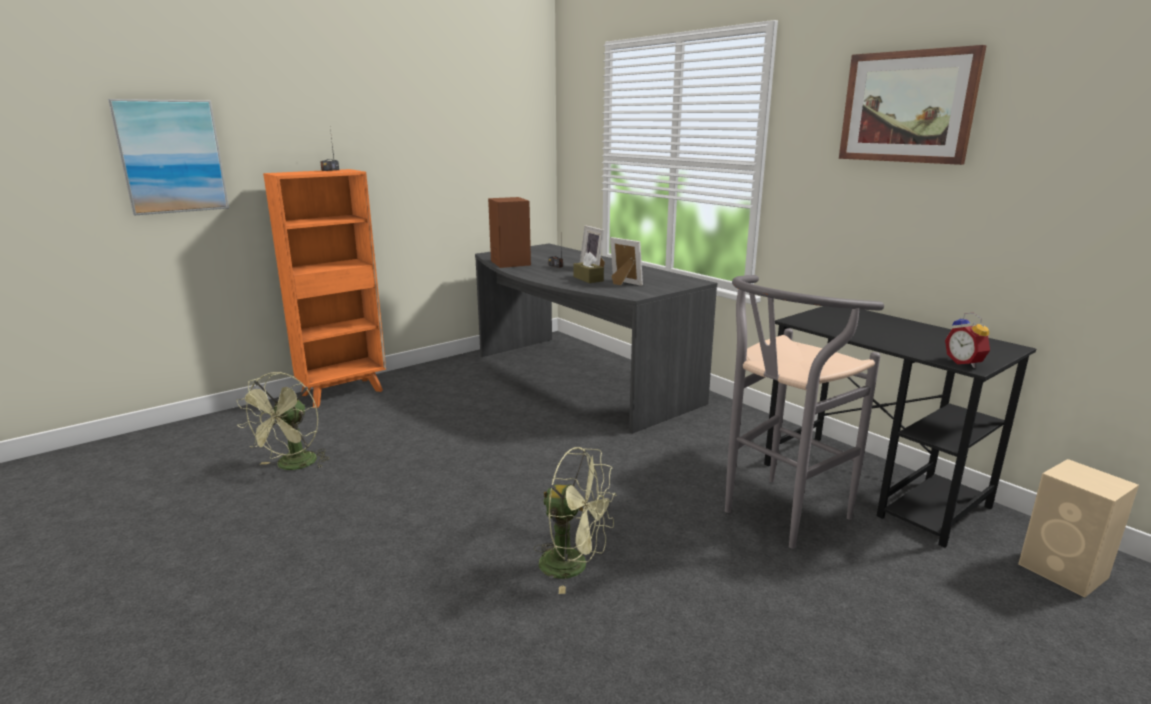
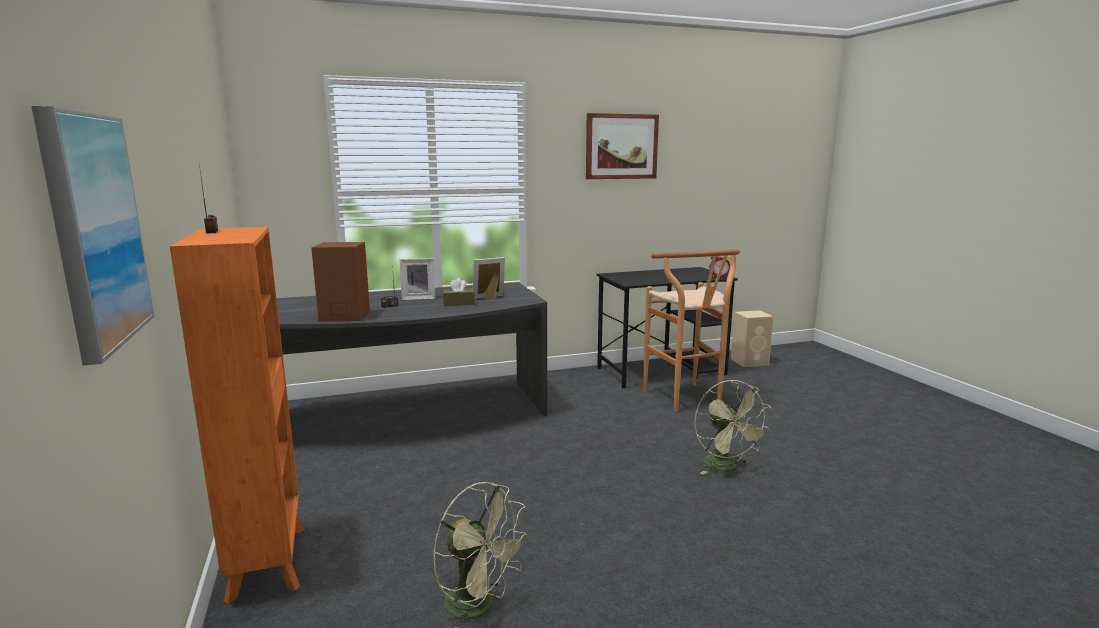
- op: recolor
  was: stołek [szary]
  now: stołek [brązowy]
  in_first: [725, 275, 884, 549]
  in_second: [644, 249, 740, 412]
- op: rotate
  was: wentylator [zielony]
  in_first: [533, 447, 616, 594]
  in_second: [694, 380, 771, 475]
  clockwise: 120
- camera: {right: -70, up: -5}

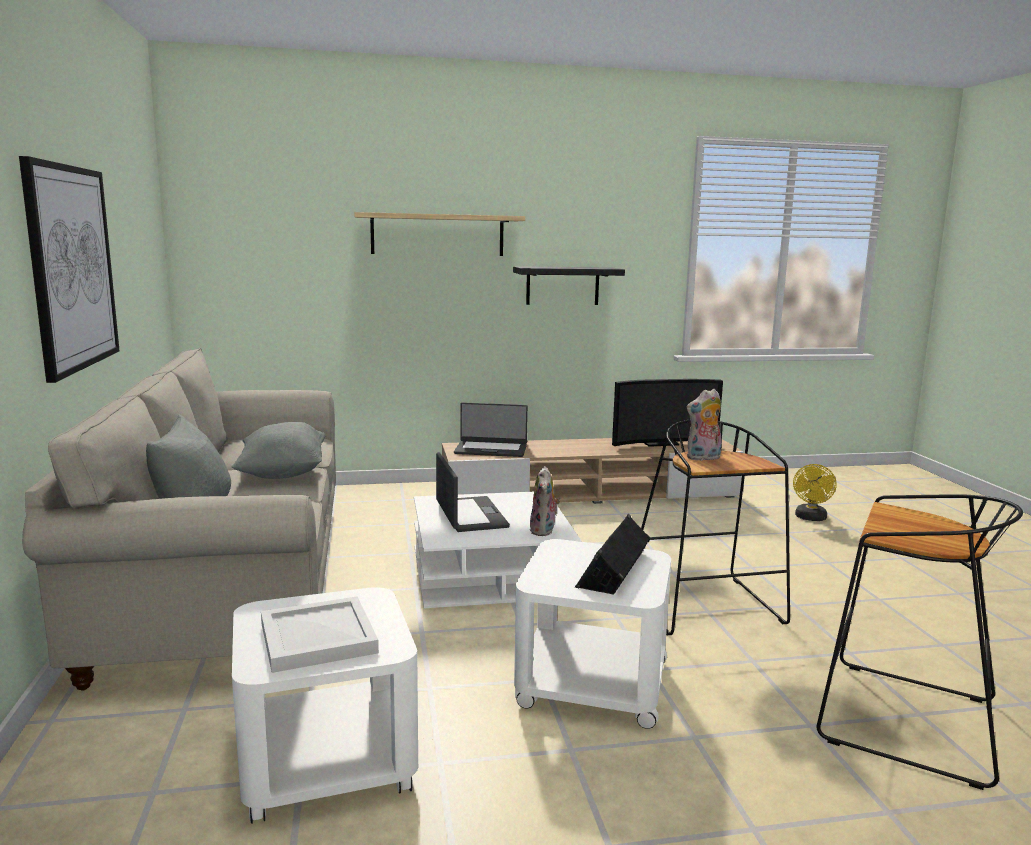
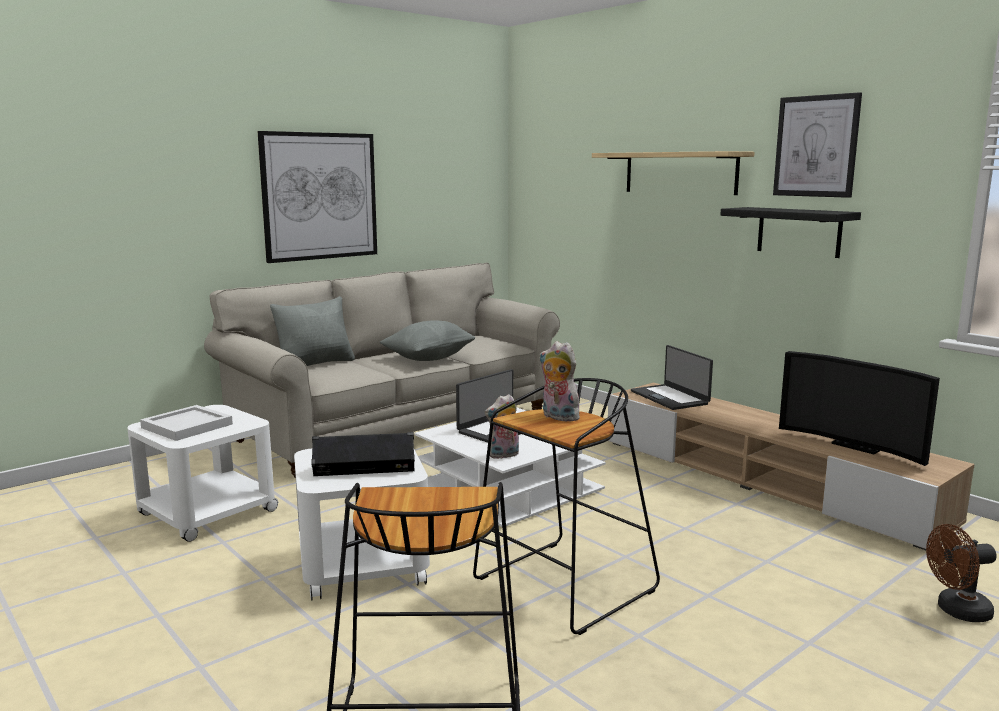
- op: recolor
  was: wentylator [żółty]
  now: wentylator [brązowy]
  in_first: [793, 464, 837, 521]
  in_second: [926, 524, 997, 622]
- op: insert
  now: obraz
  in_second: [773, 92, 862, 198]
- camera: {right: 60, up: 0}

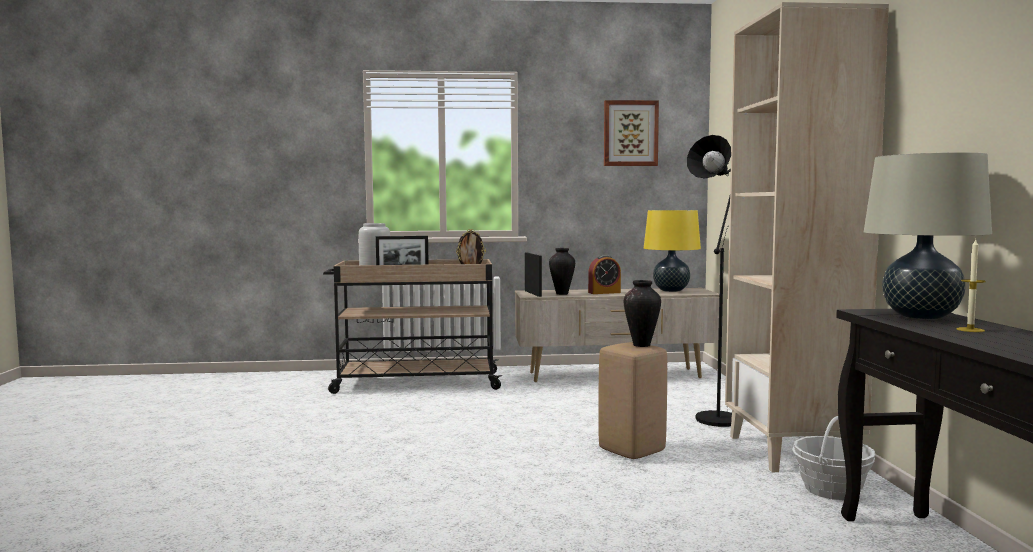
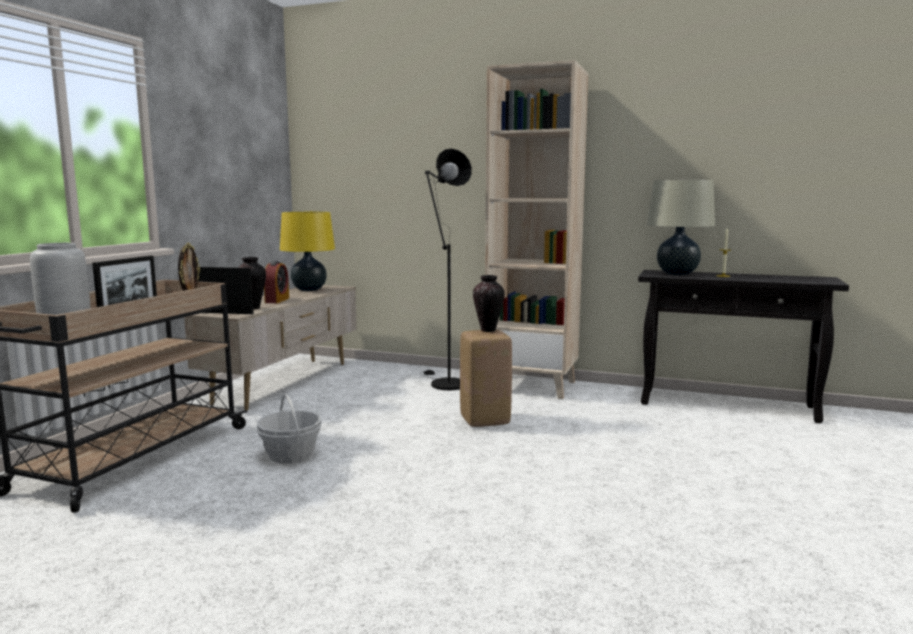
- op: delete
  was: obraz
  in_first: [604, 100, 659, 166]
- op: move
  was: koszyk
  in_first: [792, 416, 875, 500]
  in_second: [256, 394, 322, 464]
- camera: {right: -65, up: 5}

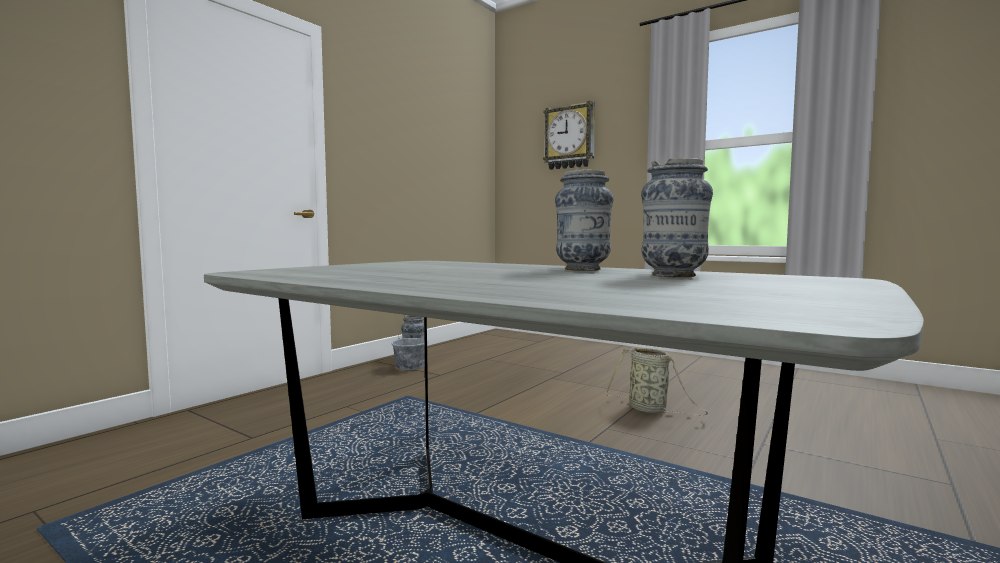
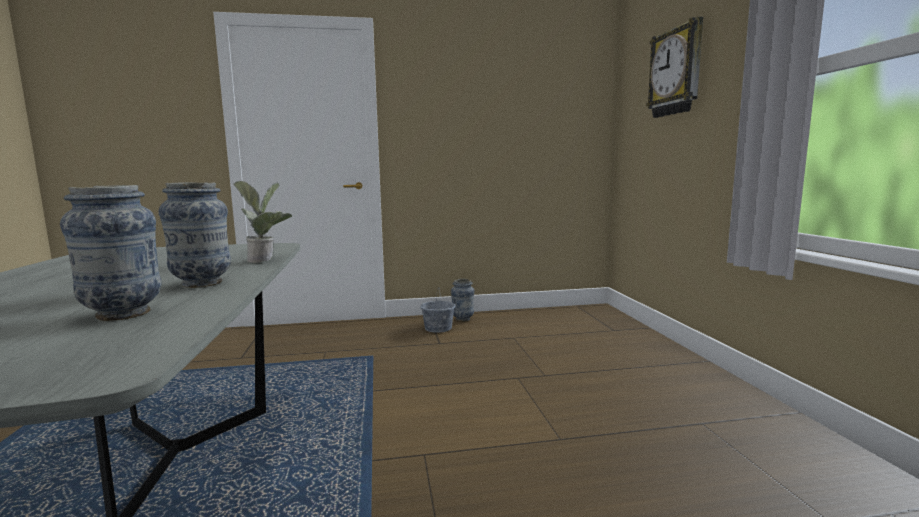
- op: delete
  was: koszyk
  in_first: [605, 347, 708, 416]
- op: insert
  now: roślina doniczkowa
  in_second: [233, 181, 292, 263]
- camera: {right: 45, up: 5}

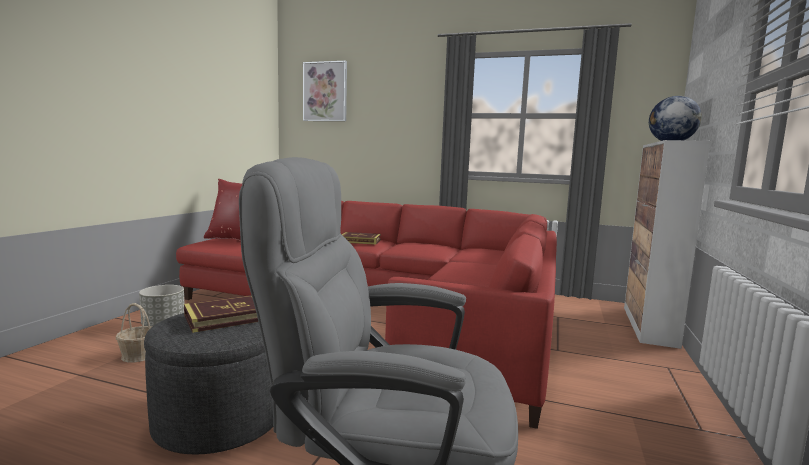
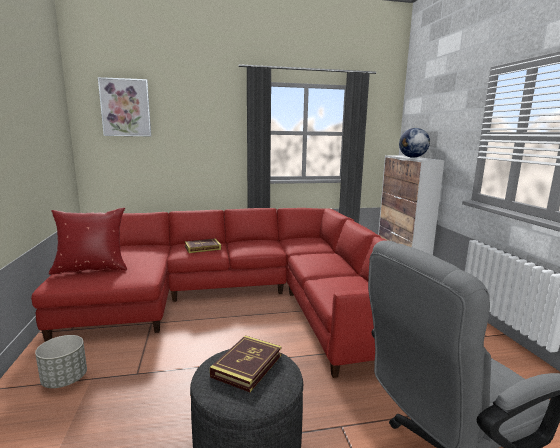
- op: delete
  was: koszyk
  in_first: [116, 303, 152, 362]
- camera: {right: -30, up: 5}

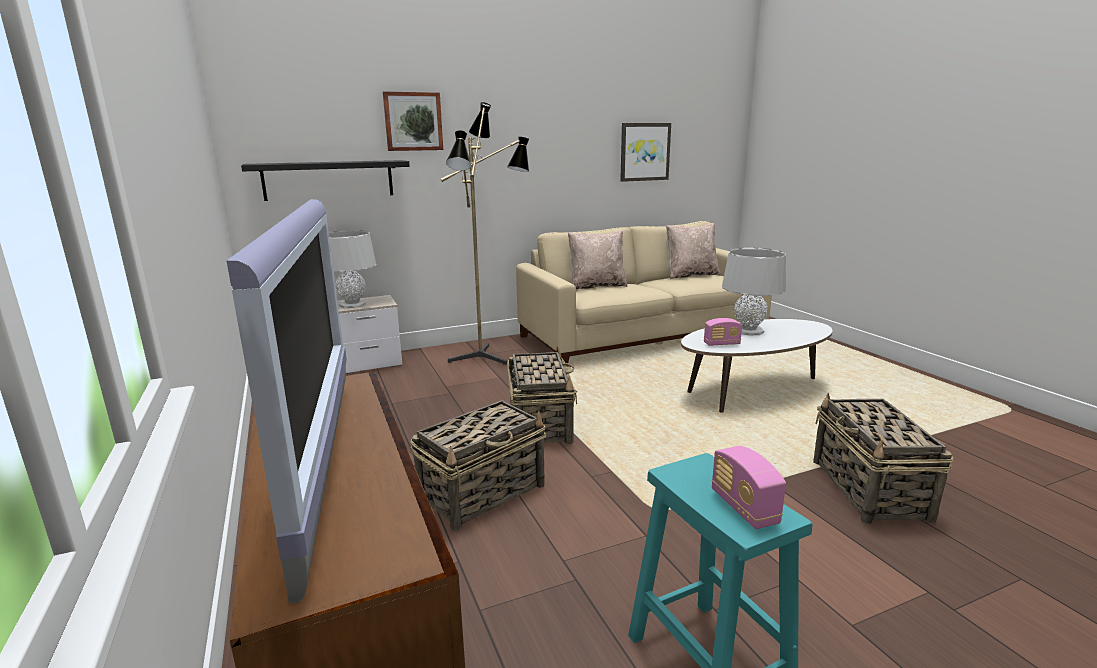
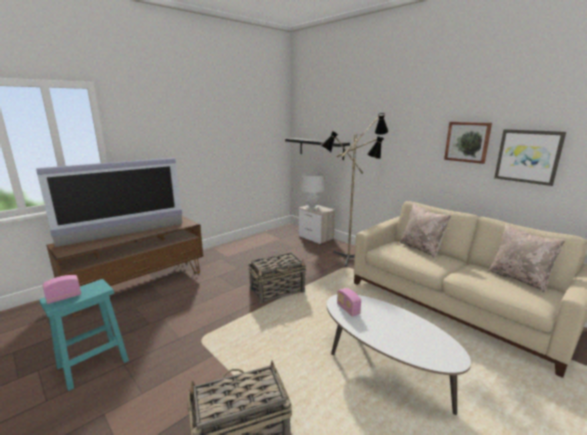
- op: move
  was: obraz
  in_first: [383, 91, 443, 151]
  in_second: [444, 122, 492, 164]
- op: delete
  was: lampa stołowa [szary]
  in_first: [722, 247, 786, 335]
- op: delete
  was: koszyk
  in_first: [410, 400, 546, 531]
- camera: {right: 70, up: 0}

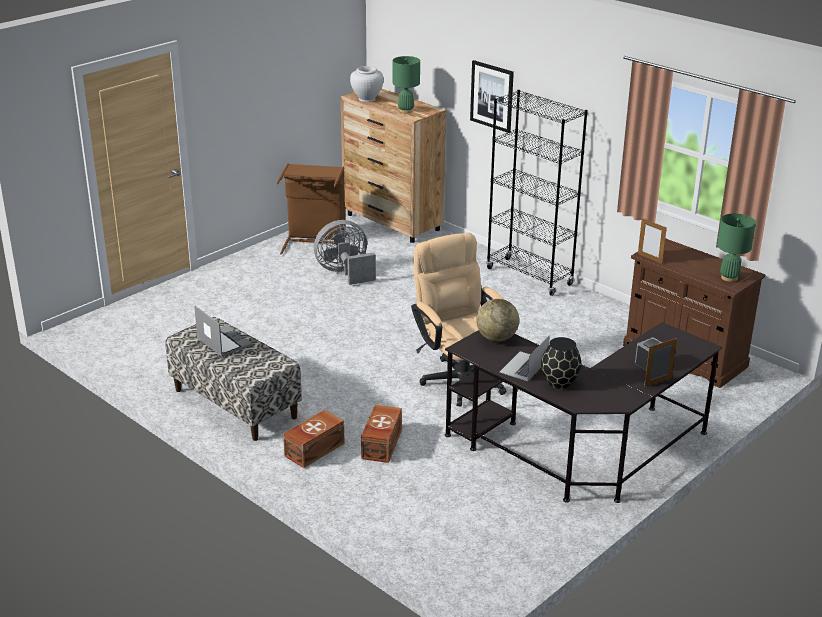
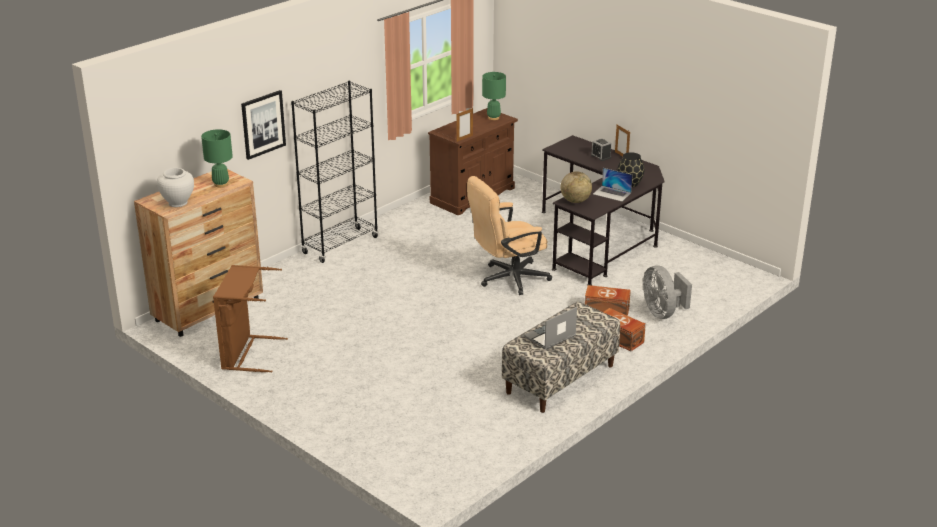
- op: move
  was: wentylator [szary]
  in_first: [314, 220, 376, 285]
  in_second: [643, 265, 692, 319]
- camera: {right: -90, up: 0}

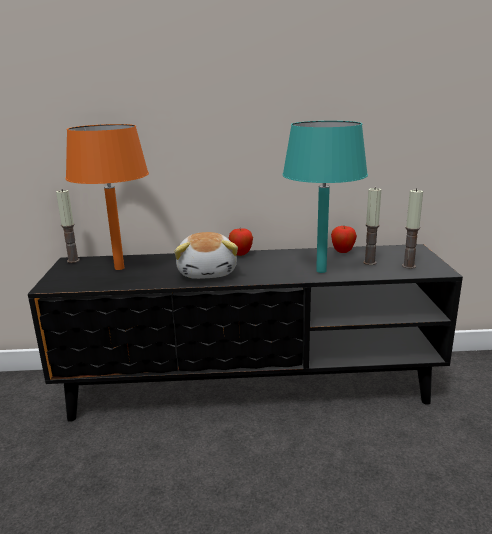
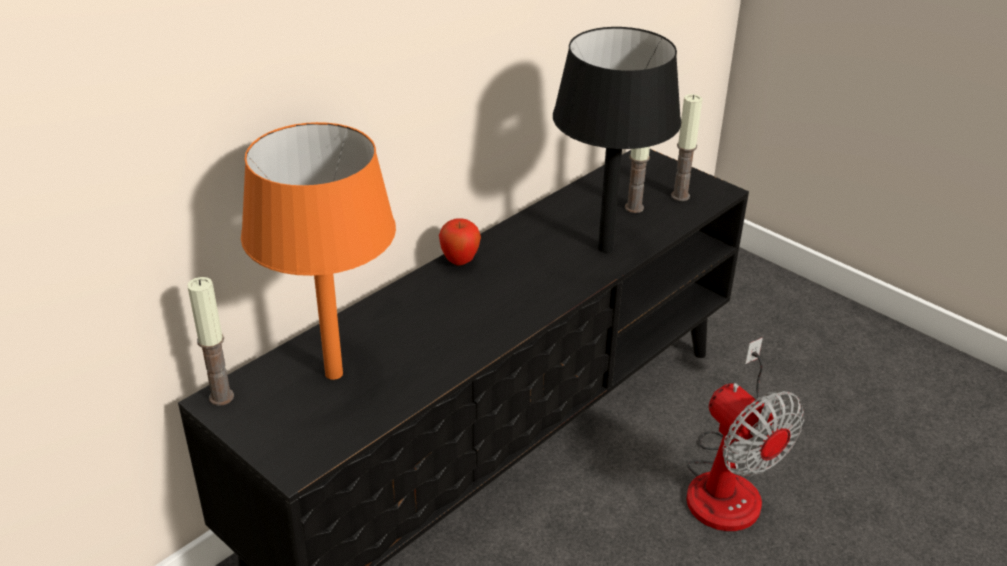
- op: recolor
  was: lampa stołowa [turkusowy]
  now: lampa stołowa [czarny]
  in_first: [282, 121, 368, 273]
  in_second: [553, 27, 681, 253]
- op: delete
  was: jabłko
  in_first: [331, 226, 357, 253]
- op: delete
  was: pluszak
  in_first: [174, 232, 238, 279]
- op: insert
  now: wentylator
  in_second: [686, 338, 804, 531]
- camera: {right: -45, up: 15}

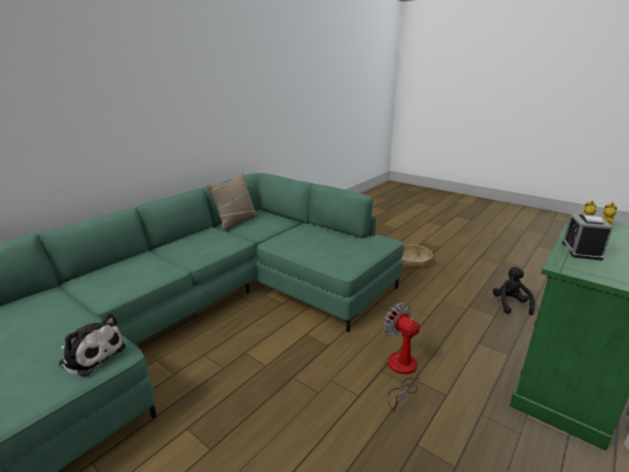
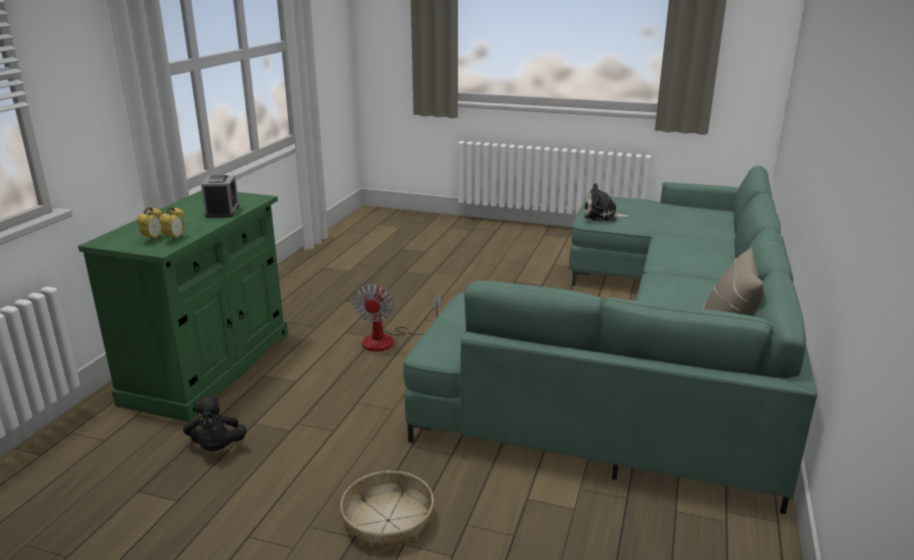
- op: rotate
  was: wentylator
  in_first: [383, 303, 420, 410]
  in_second: [353, 284, 441, 351]
  clockwise: 60
- camera: {right: 160, up: 0}

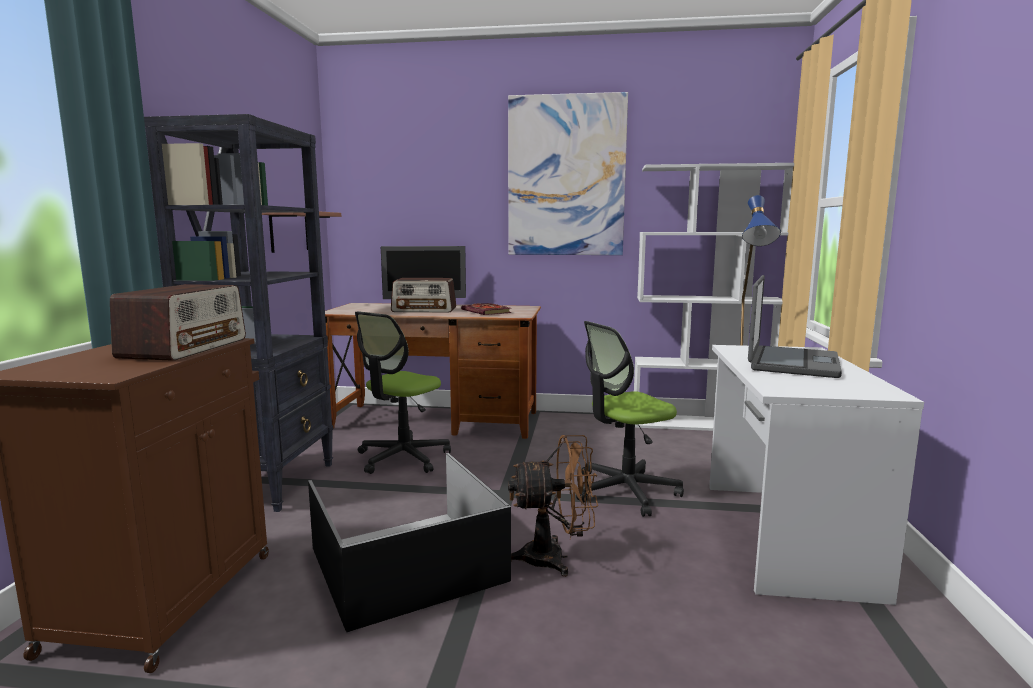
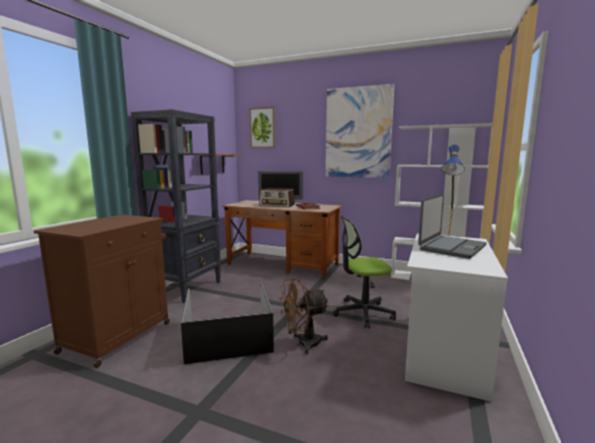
- op: delete
  was: radio
  in_first: [110, 284, 246, 361]
- op: delete
  was: krzesło biurowe
  in_first: [355, 311, 451, 474]
- op: rotate
  was: wentylator [brązowy]
  in_first: [508, 435, 598, 577]
  in_second: [279, 278, 329, 354]
  clockwise: 150
- op: insert
  now: obraz
  in_second: [249, 107, 276, 148]
- camera: {right: 15, up: 0}

